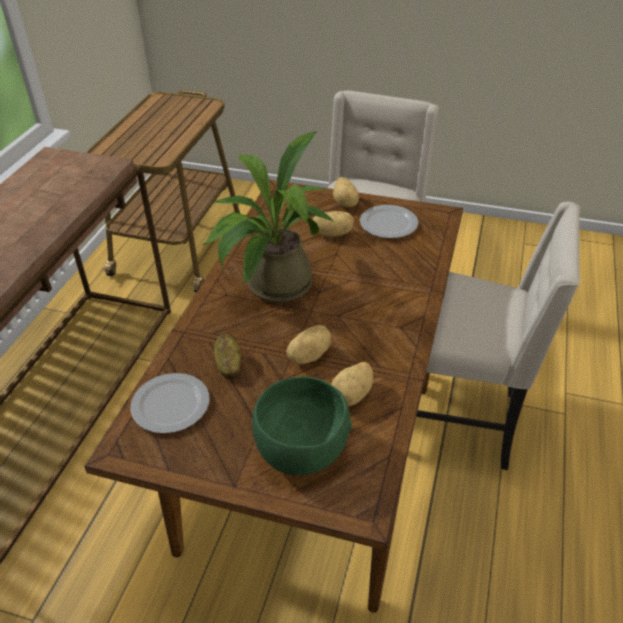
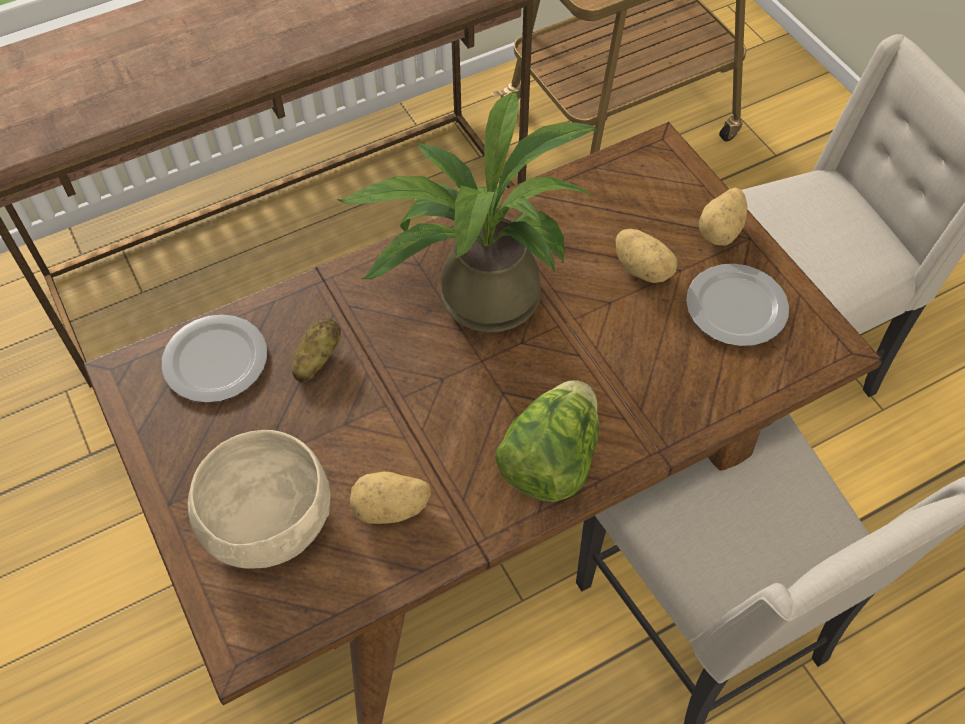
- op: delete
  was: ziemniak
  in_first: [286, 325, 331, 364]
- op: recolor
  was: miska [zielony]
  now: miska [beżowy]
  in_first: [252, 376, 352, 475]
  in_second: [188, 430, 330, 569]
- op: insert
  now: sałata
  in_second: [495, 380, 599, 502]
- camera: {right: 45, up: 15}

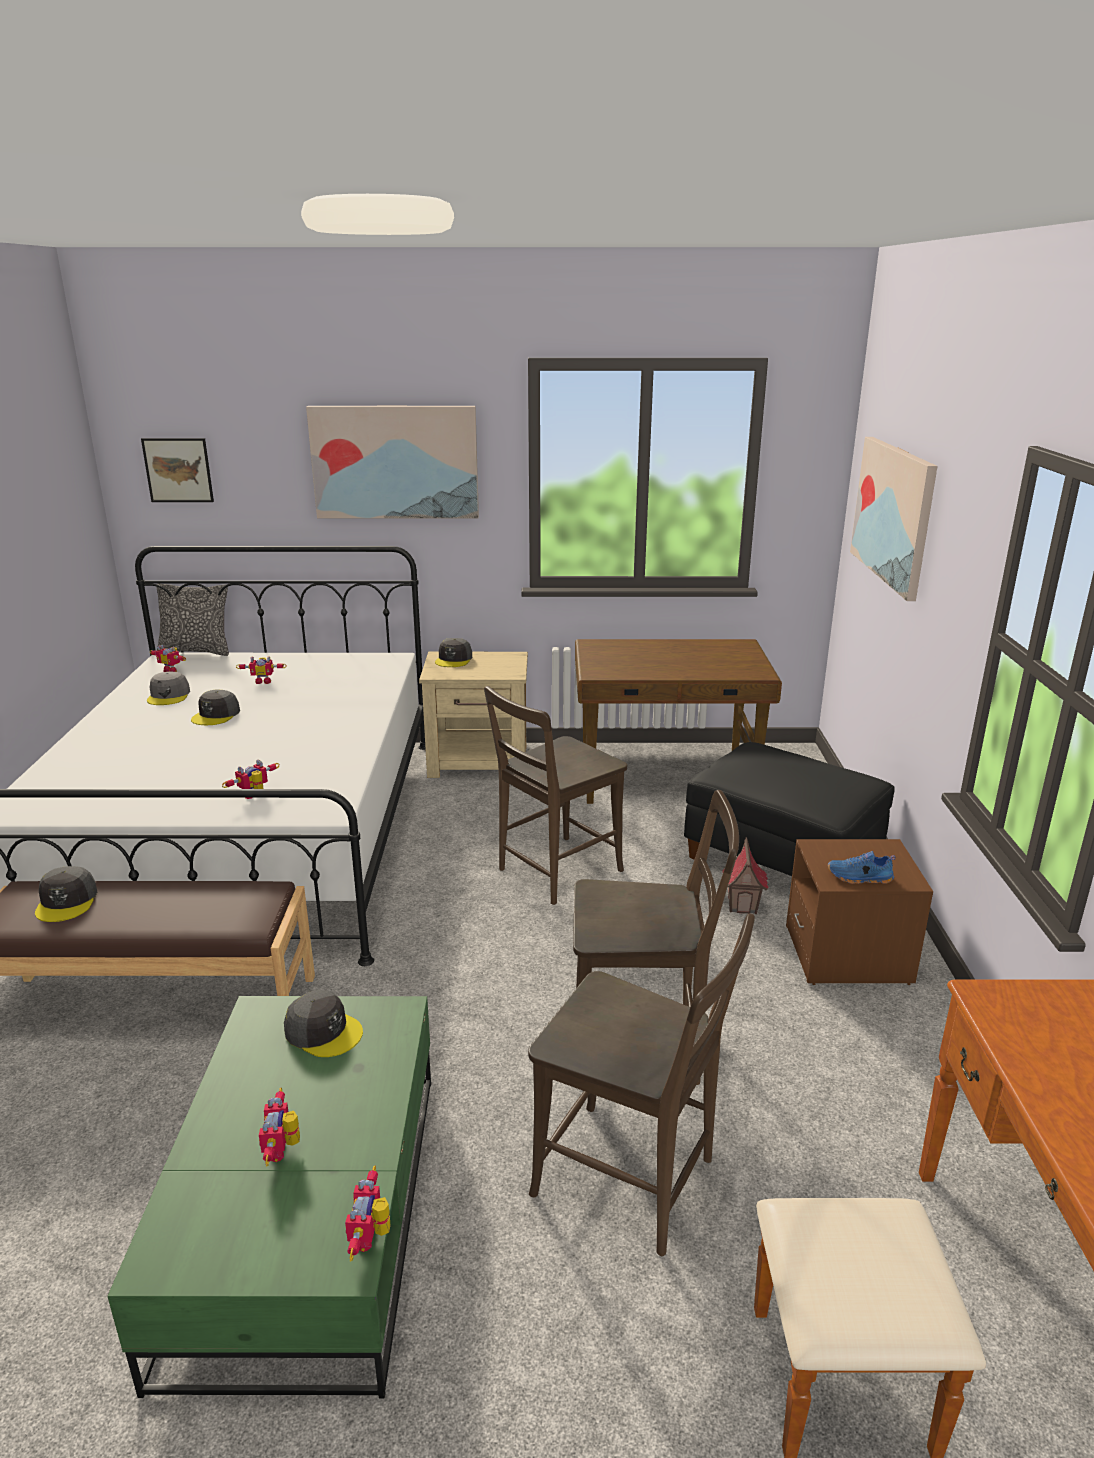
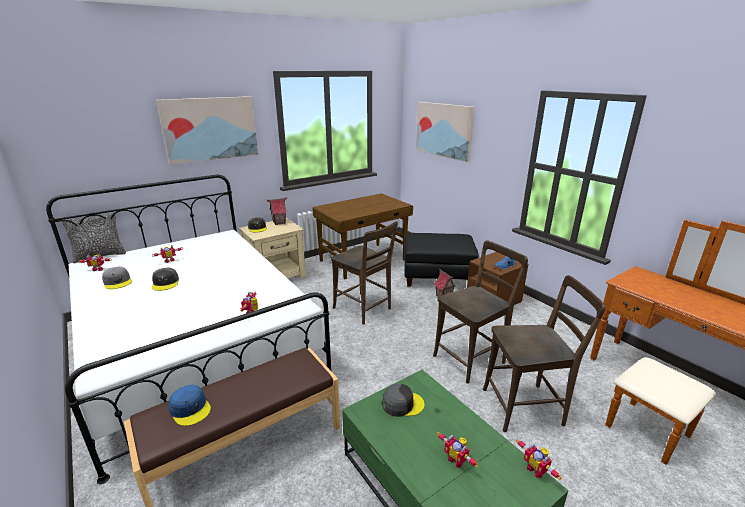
- op: delete
  was: obraz
  in_first: [141, 438, 214, 502]
- op: rotate
  was: krzesło [brązowy]
  in_first: [484, 686, 627, 905]
  in_second: [331, 221, 398, 325]
  clockwise: -60
- op: recolor
  was: czapka z daszkiem [szary]
  now: czapka z daszkiem [niebieski]
  in_first: [35, 866, 97, 922]
  in_second: [168, 385, 211, 426]
- op: insert
  now: domek
  in_second: [267, 197, 287, 225]
- camera: {right: -35, up: 0}

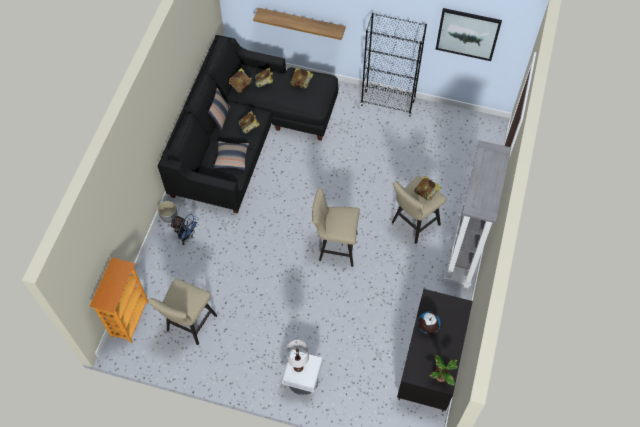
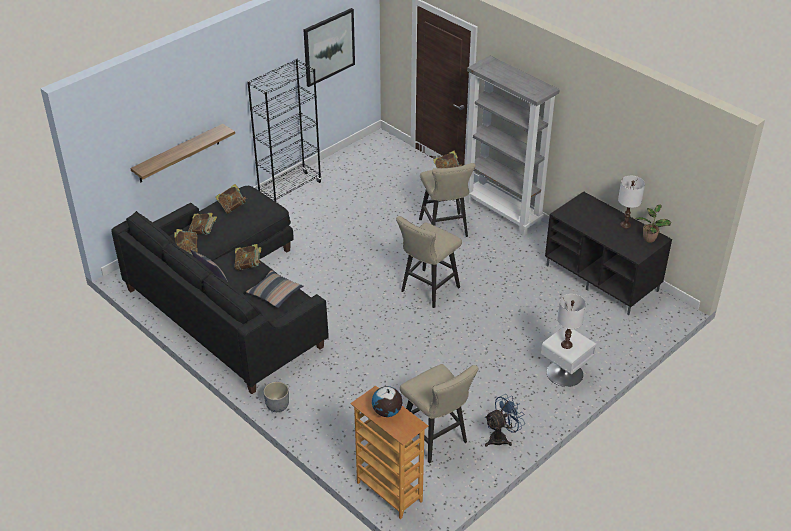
- op: move
  was: wentylator [niebieski]
  in_first: [170, 214, 199, 245]
  in_second: [485, 394, 525, 447]
- op: move
  was: globus
  in_first: [418, 312, 441, 334]
  in_second: [372, 386, 402, 417]
- op: insert
  now: lampa stołowa [biały]
  in_second: [618, 176, 645, 228]
- camera: {right: -60, up: -20}

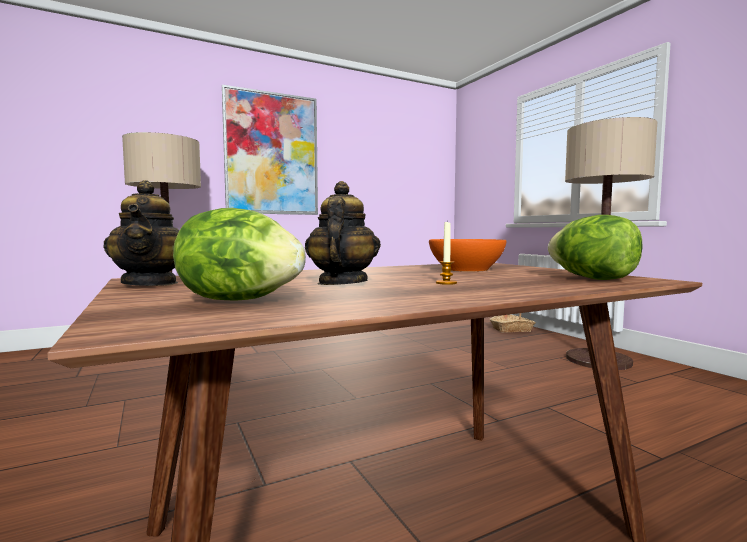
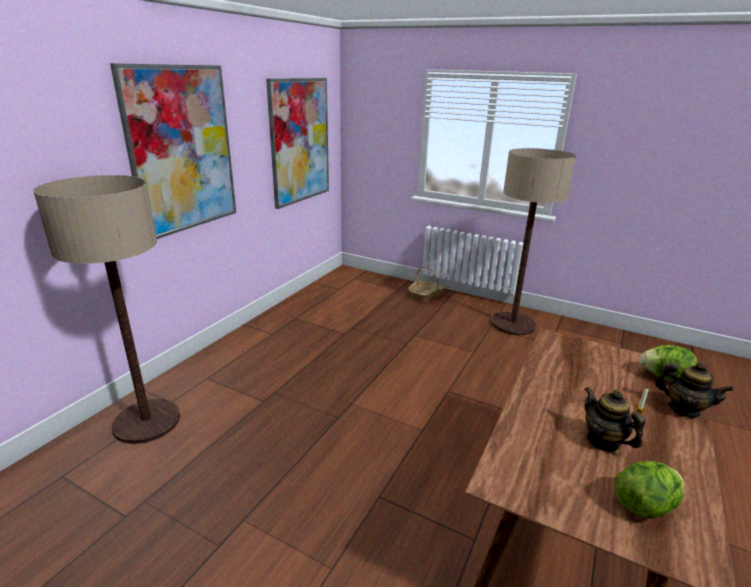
- op: move
  was: imbryk
  in_first: [103, 180, 179, 286]
  in_second: [655, 362, 734, 418]
- op: delete
  was: miska [pomarańczowy]
  in_first: [429, 239, 506, 272]
- op: insert
  now: obraz
  in_second: [266, 78, 329, 209]
- camera: {right: -35, up: 20}

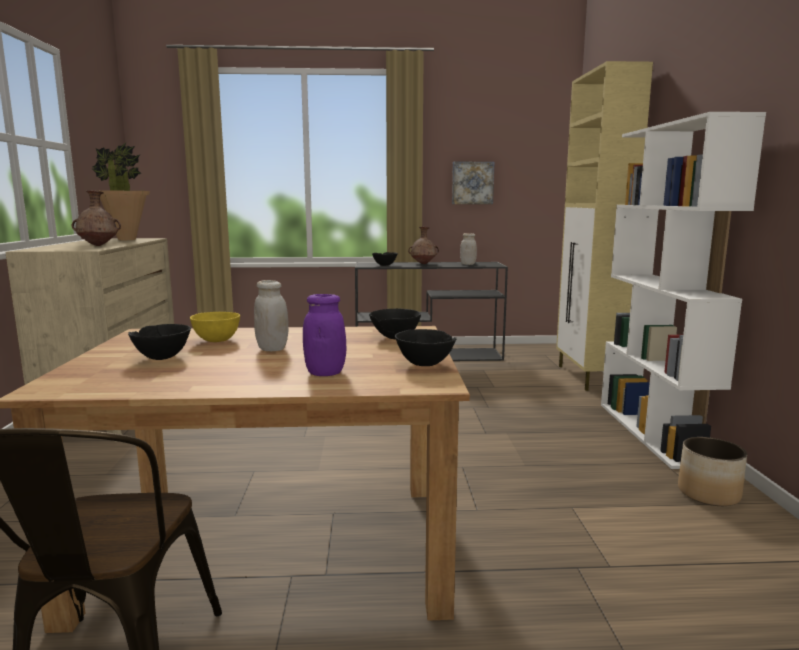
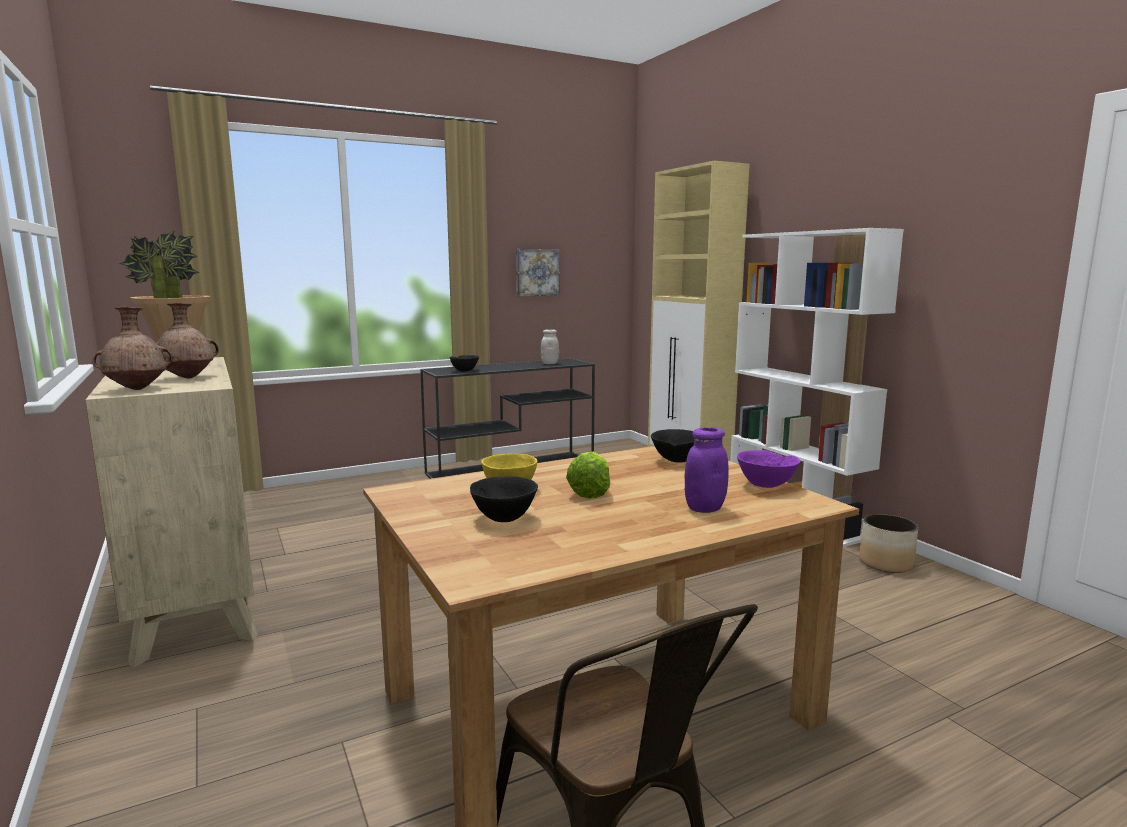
- op: move
  was: wazon [brązowy]
  in_first: [408, 227, 439, 264]
  in_second: [92, 307, 173, 390]
- op: replace
  was: słoik [biały]
  now: sałata
  in_first: [254, 280, 288, 351]
  in_second: [566, 452, 610, 499]
- op: recolor
  was: miska [czarny]
  now: miska [fioletowy]
  in_first: [395, 329, 456, 366]
  in_second: [737, 450, 800, 488]
- camera: {right: -25, up: 0}

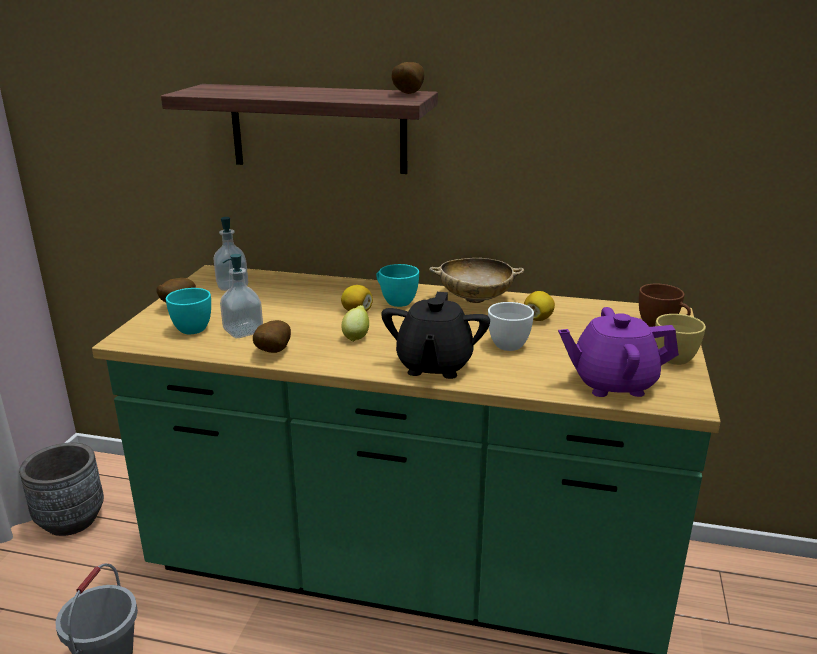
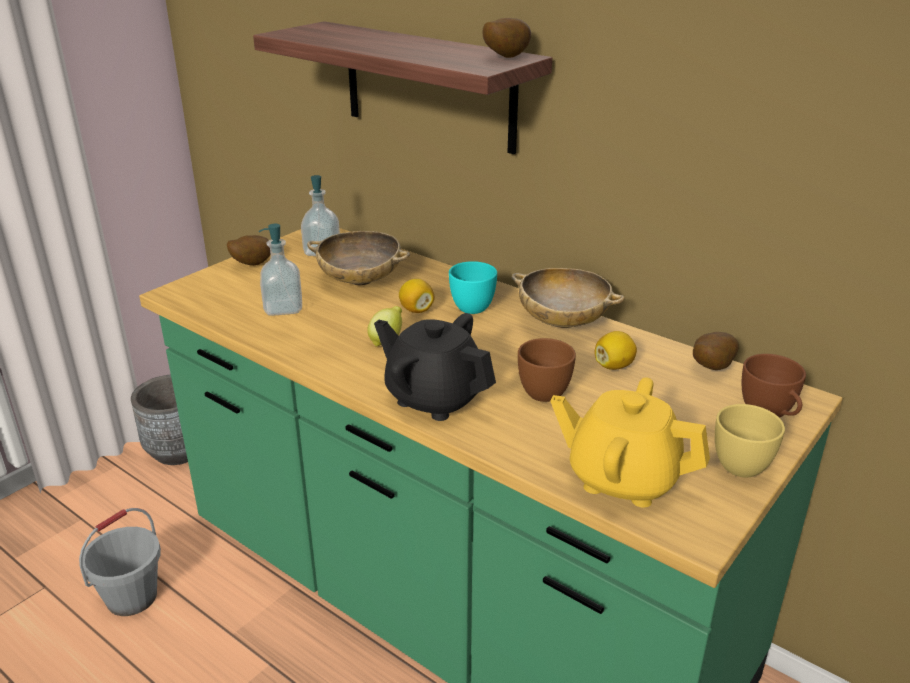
- op: delete
  was: filiżanka [turkusowy]
  in_first: [166, 288, 211, 334]
- op: rotate
  was: imbryk [czarny]
  in_first: [381, 292, 490, 379]
  in_second: [374, 313, 496, 421]
  clockwise: 90
- op: recolor
  was: filiżanka [biały]
  now: filiżanka [brązowy]
  in_first: [488, 302, 534, 351]
  in_second: [518, 338, 576, 402]
- op: recolor
  was: imbryk [fioletowy]
  now: imbryk [żółty]
  in_first: [558, 307, 679, 397]
  in_second: [551, 377, 710, 508]
- op: move
  was: ziemniak
  in_first: [253, 320, 291, 353]
  in_second: [693, 332, 739, 370]
- op: insert
  now: miska [beżowy]
  in_second: [307, 231, 410, 286]
- camera: {right: 25, up: 5}

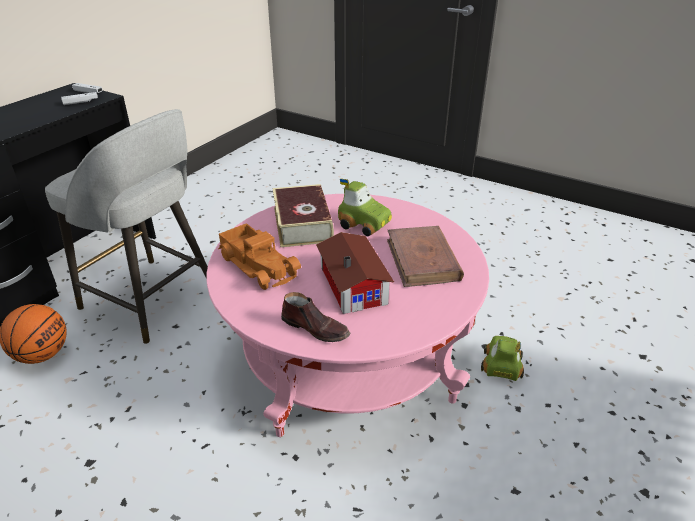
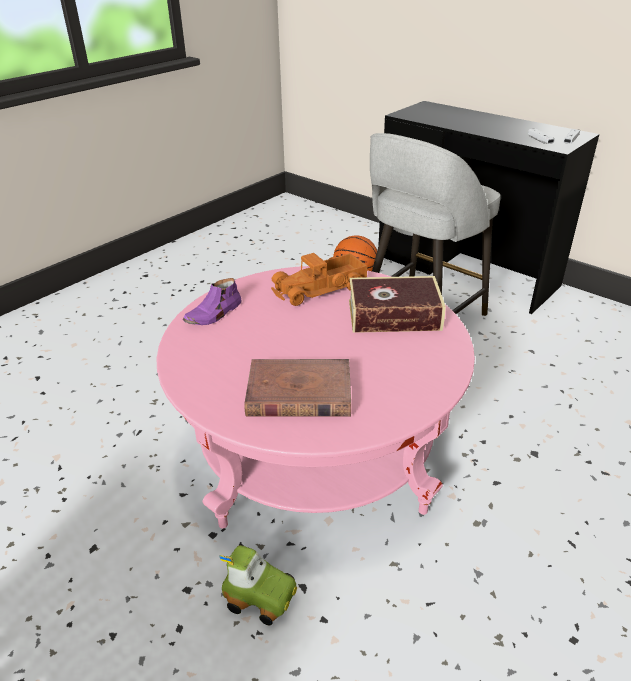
- op: delete
  was: samochodzik
  in_first: [338, 178, 392, 236]
- op: delete
  was: domek
  in_first: [316, 232, 394, 314]
- op: recolor
  was: but [brązowy]
  now: but [fioletowy]
  in_first: [281, 292, 351, 342]
  in_second: [182, 278, 242, 325]
- camera: {right: 100, up: 0}

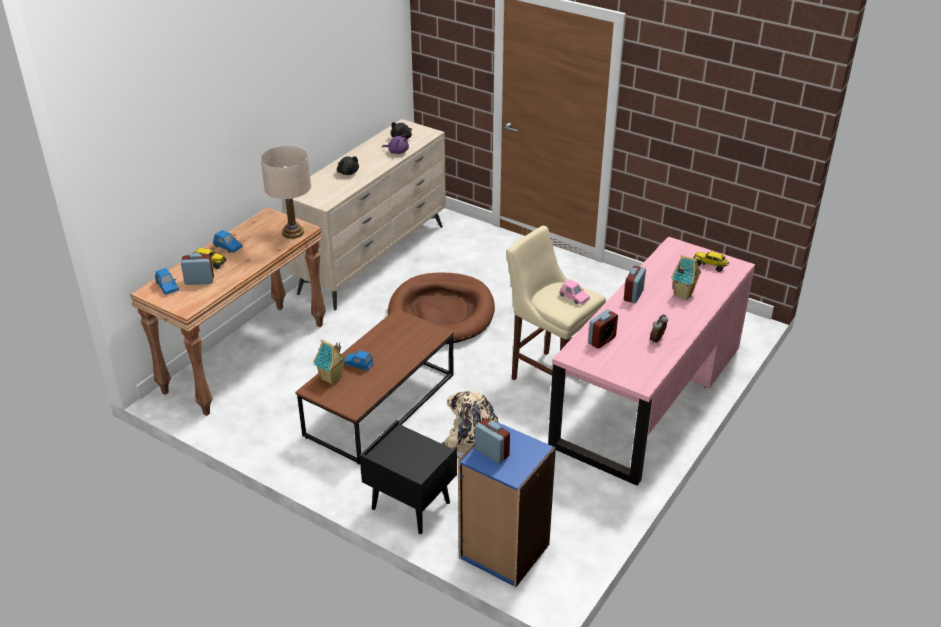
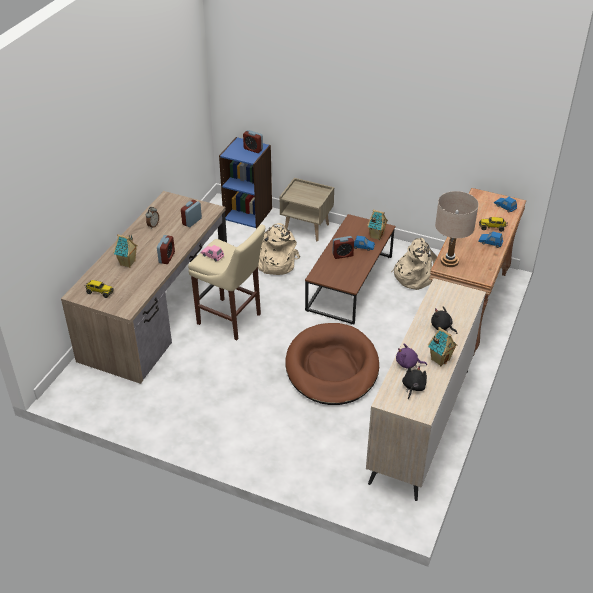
- op: recolor
  was: biurko [różowy]
  now: biurko [brązowy]
  in_first: [548, 237, 755, 486]
  in_second: [61, 191, 227, 384]
- op: move
  was: budzik
  in_first: [181, 253, 214, 285]
  in_second: [332, 236, 354, 259]
- op: recolor
  was: szafka nocna [czarny]
  now: szafka nocna [beżowy]
  in_first: [360, 420, 457, 534]
  in_second: [280, 178, 334, 241]
- op: insert
  now: plecak [beżowy]
  in_second: [391, 238, 437, 290]
- op: insert
  now: domek
  in_second: [428, 327, 458, 366]
- camera: {right: 170, up: 5}

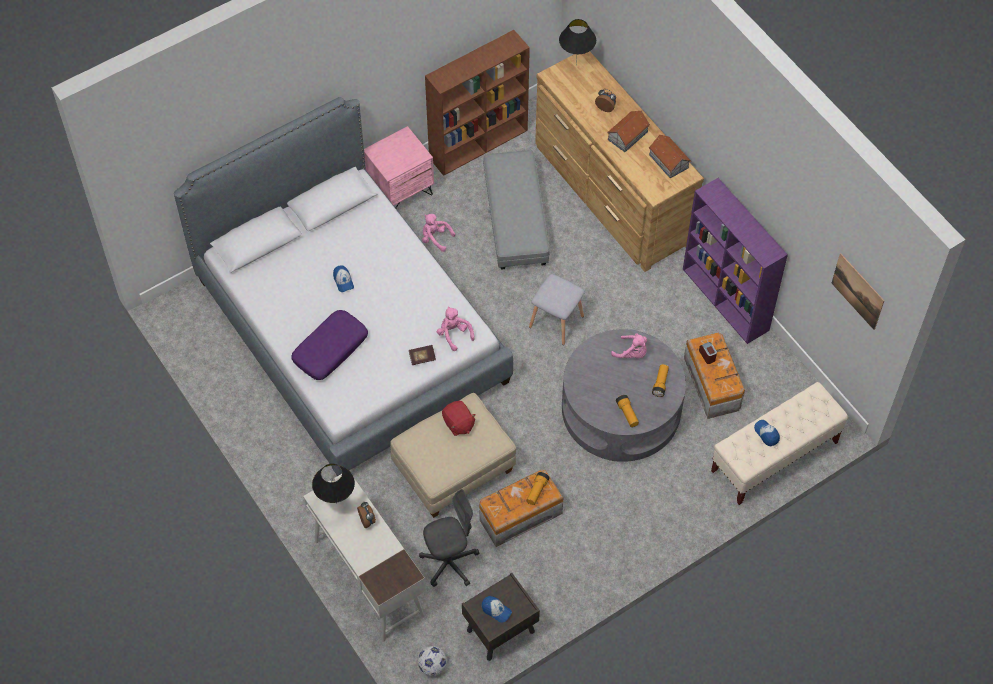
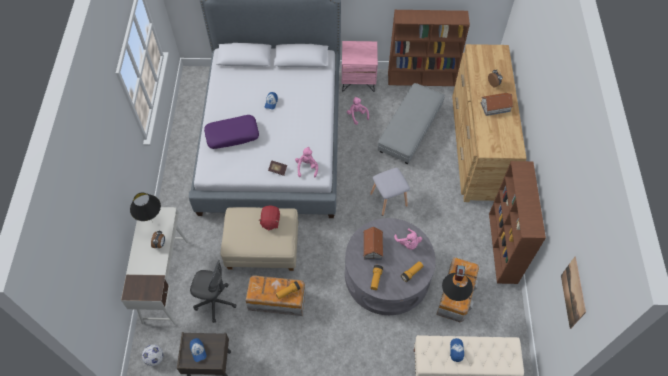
- op: move
  was: lampa stołowa [czarny]
  in_first: [559, 19, 596, 65]
  in_second: [442, 273, 473, 301]
- op: move
  was: domek
  in_first: [649, 135, 691, 178]
  in_second: [363, 227, 384, 260]
- op: recolor
  was: regał [fioletowy]
  now: regał [brązowy]
  in_first: [683, 178, 788, 344]
  in_second: [489, 161, 546, 284]
- camera: {right: 35, up: 0}

